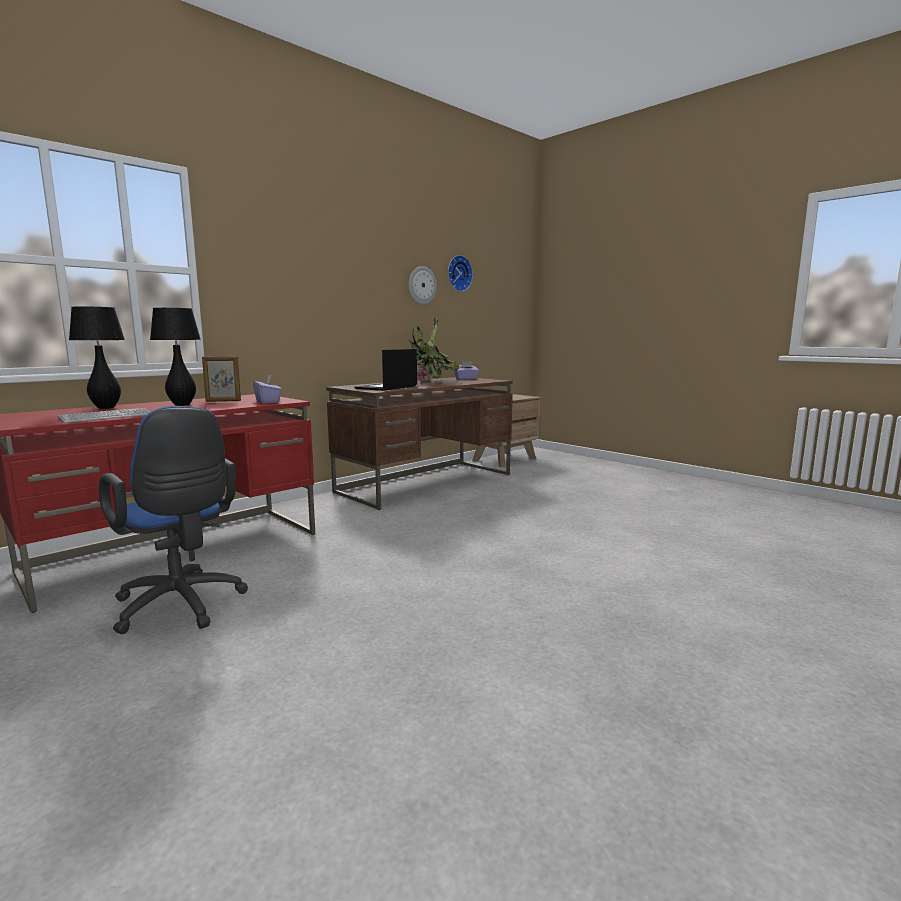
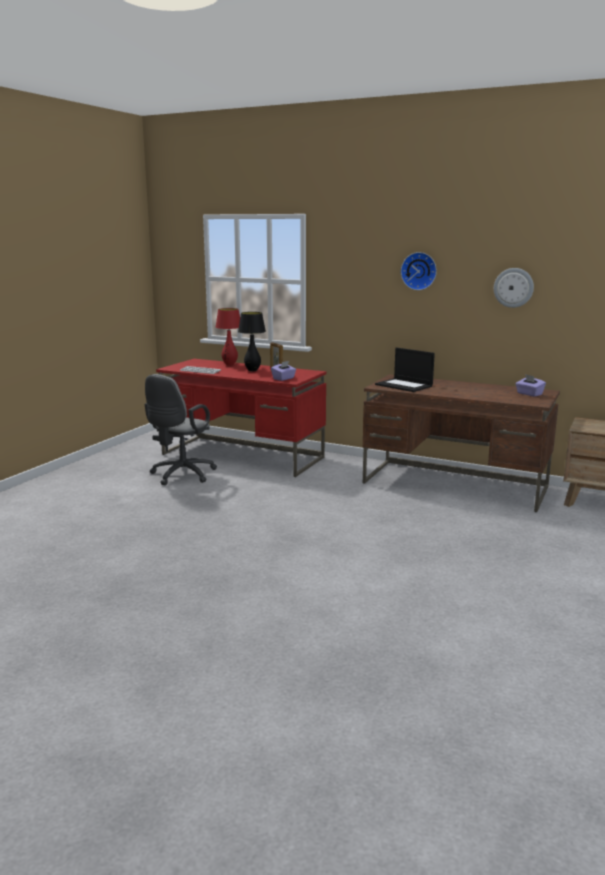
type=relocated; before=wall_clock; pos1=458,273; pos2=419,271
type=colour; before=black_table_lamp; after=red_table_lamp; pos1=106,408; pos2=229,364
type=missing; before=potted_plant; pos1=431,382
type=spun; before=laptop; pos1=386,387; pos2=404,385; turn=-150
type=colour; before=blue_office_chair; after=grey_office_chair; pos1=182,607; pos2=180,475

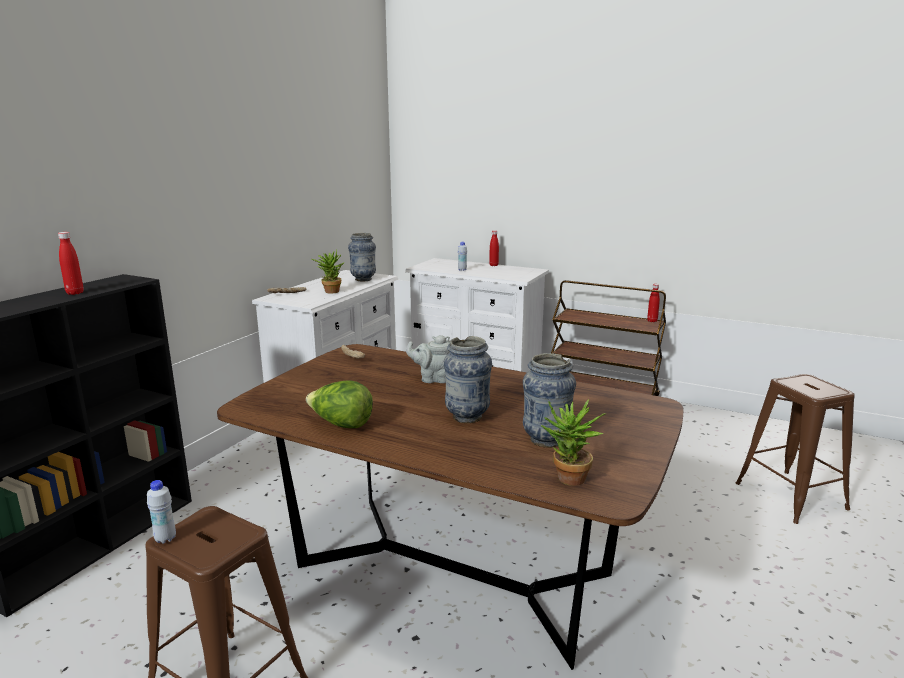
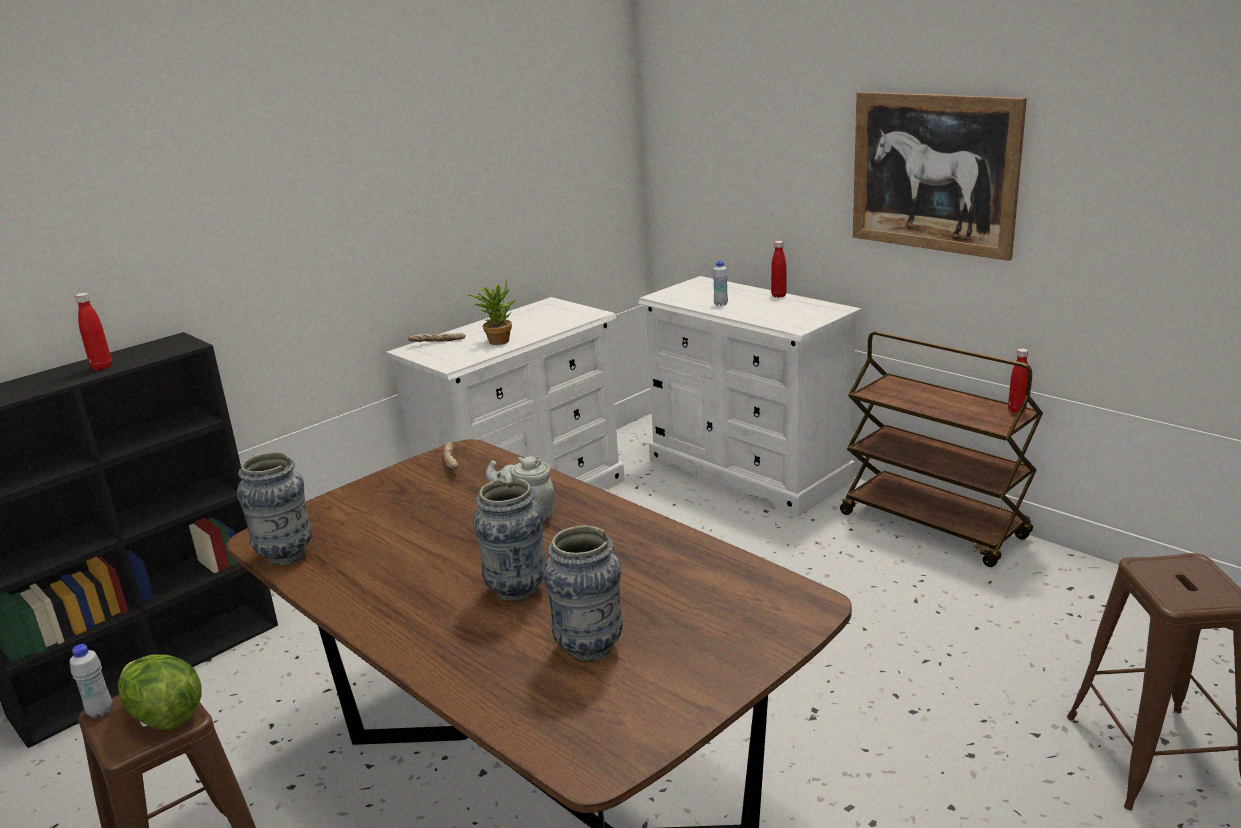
type=relocated; before=vase; pos1=363,279; pos2=285,555
type=relocated; before=lettuce; pos1=341,425; pos2=164,715
type=missing; before=potted_plant; pos1=568,481
type=appeared; after=picture; pos2=933,173

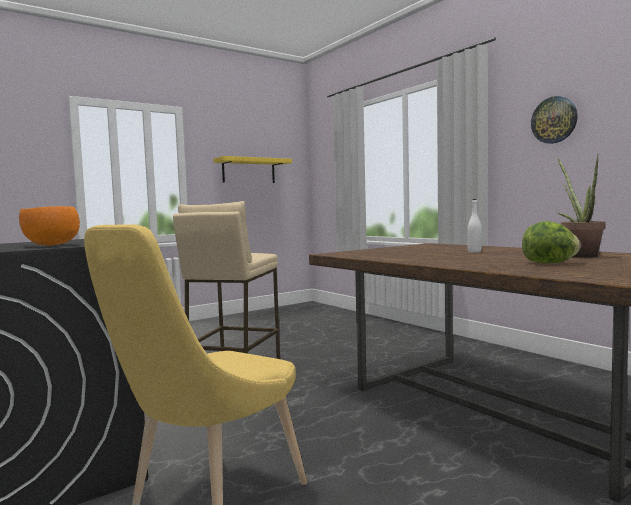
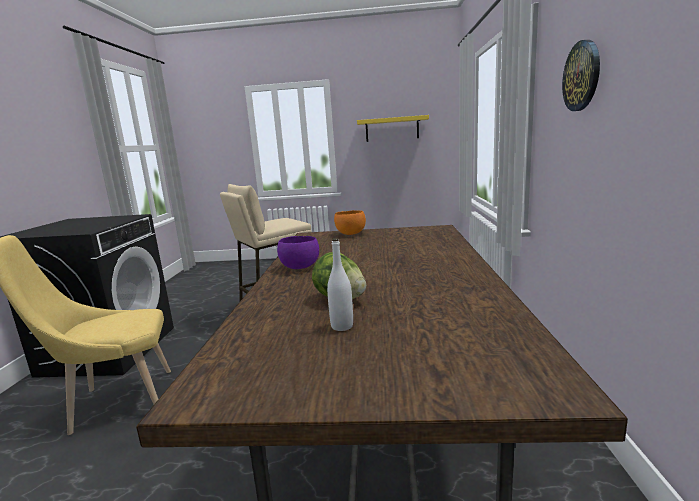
type=missing; before=potted_plant; pos1=578,255
type=relocated; before=white_bottle; pos1=474,251; pos2=342,326
type=relocated; before=orange_bowl; pos1=50,245; pos2=350,234
type=appeared; after=purple_bowl; pos2=299,267

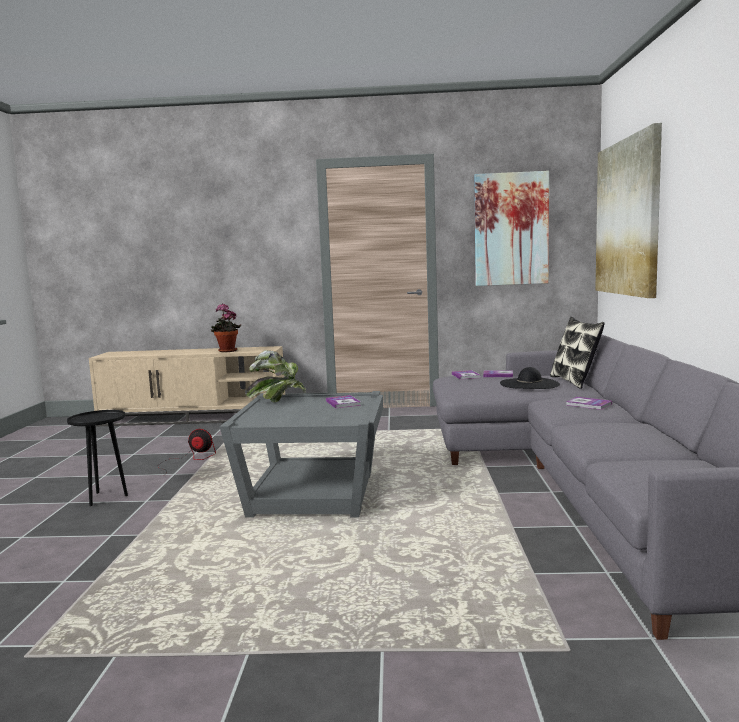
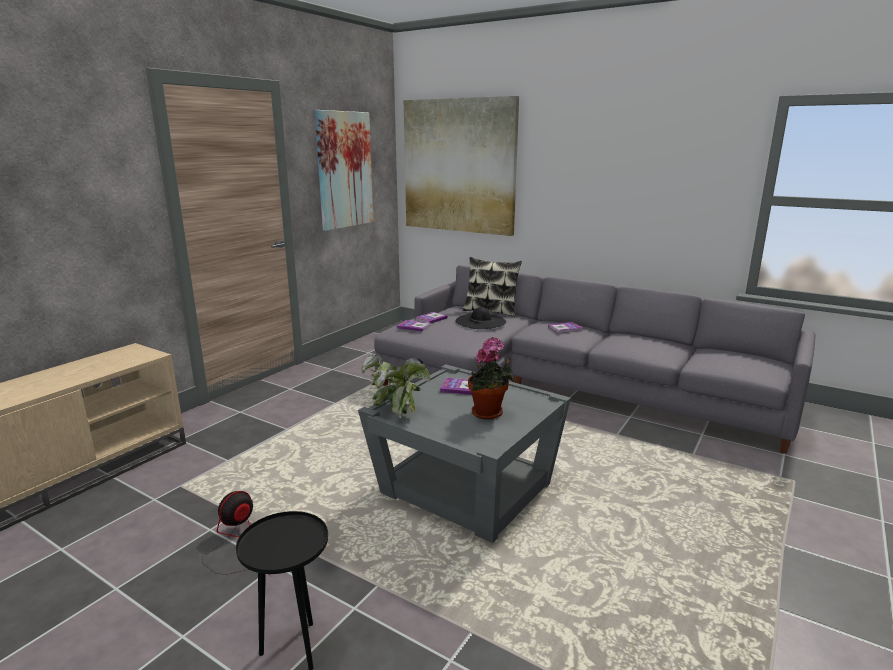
type=relocated; before=potted_plant; pos1=227,351; pos2=489,414

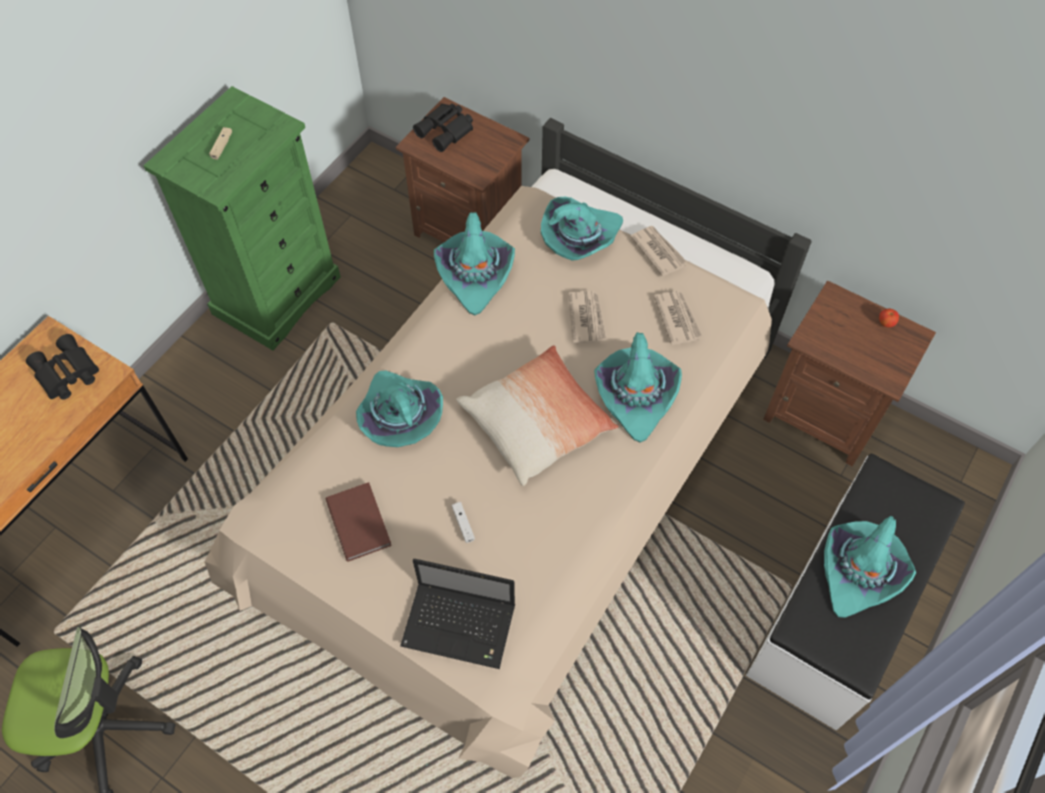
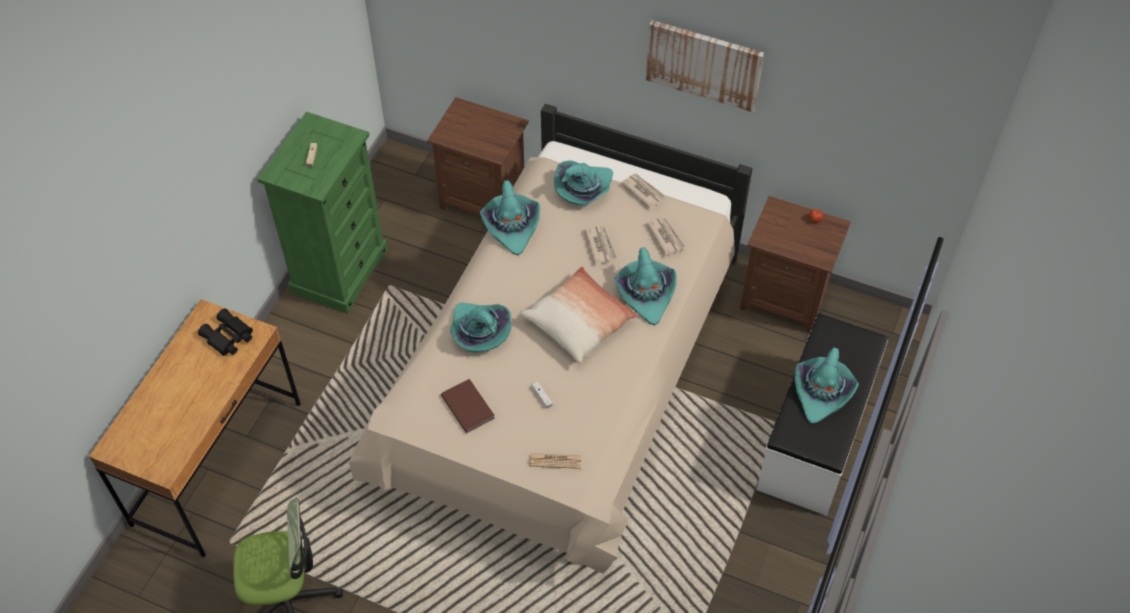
type=missing; before=black_binoculars; pos1=446,131
type=exchanged; before=laptop; after=newspaper; pos1=461,625; pos2=555,461
type=appeared; after=picture; pos2=704,64

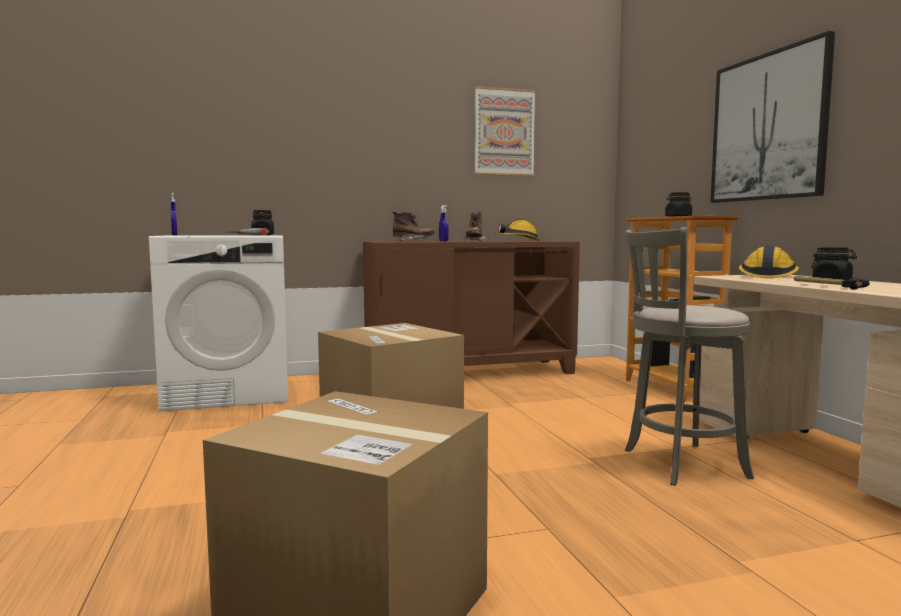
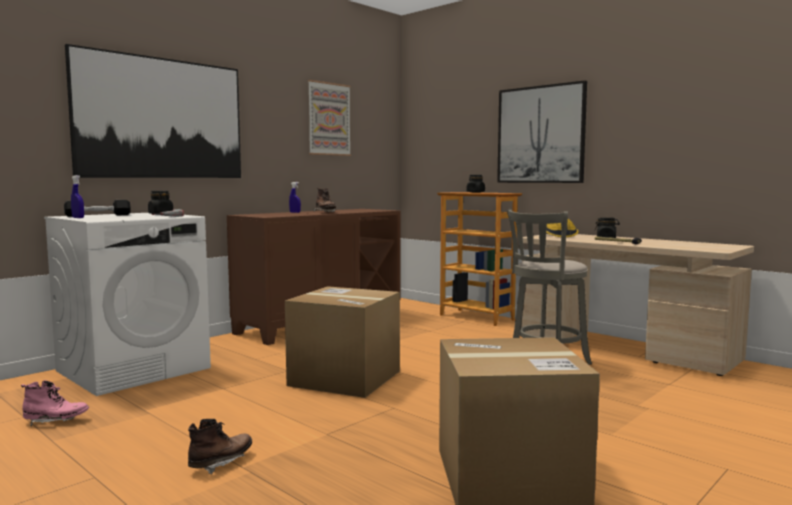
type=relocated; before=brown_boot; pos1=413,241; pos2=221,463
type=missing; before=hard_hat; pos1=518,241
type=appeared; after=picture; pos2=161,118
type=appeared; after=black_dumbbell; pos2=98,215
type=appeared; after=pink_boot; pos2=56,421

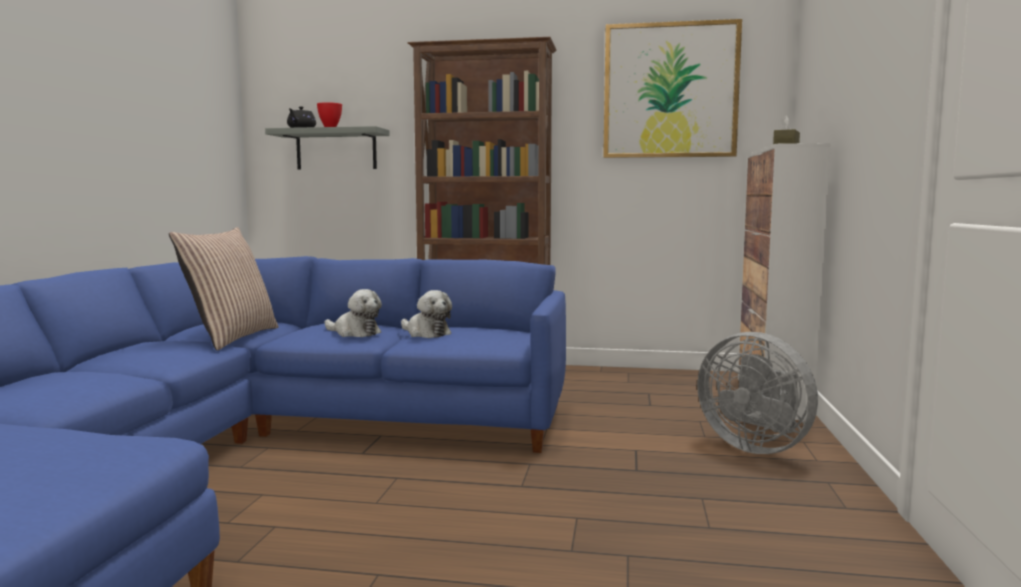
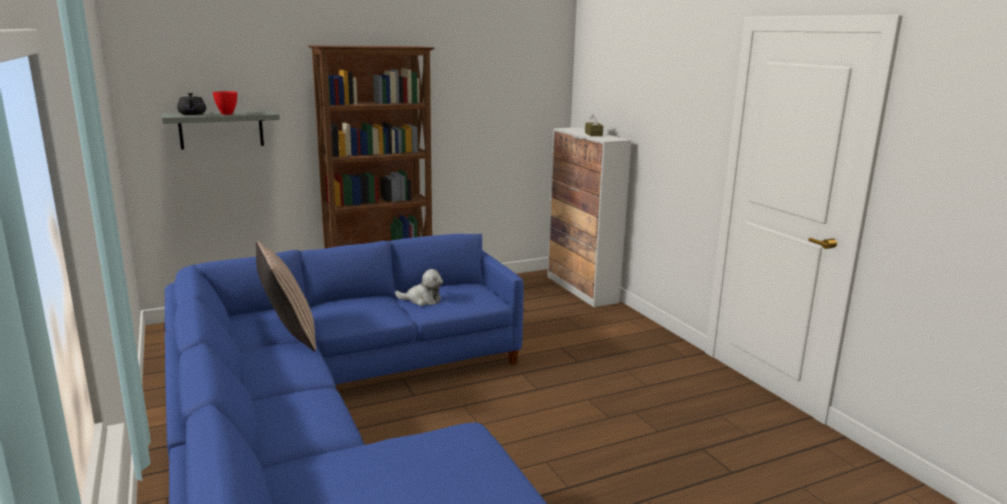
type=missing; before=picture; pos1=670,91
type=missing; before=plush_toy; pos1=354,333
type=missing; before=grey_fan; pos1=755,446

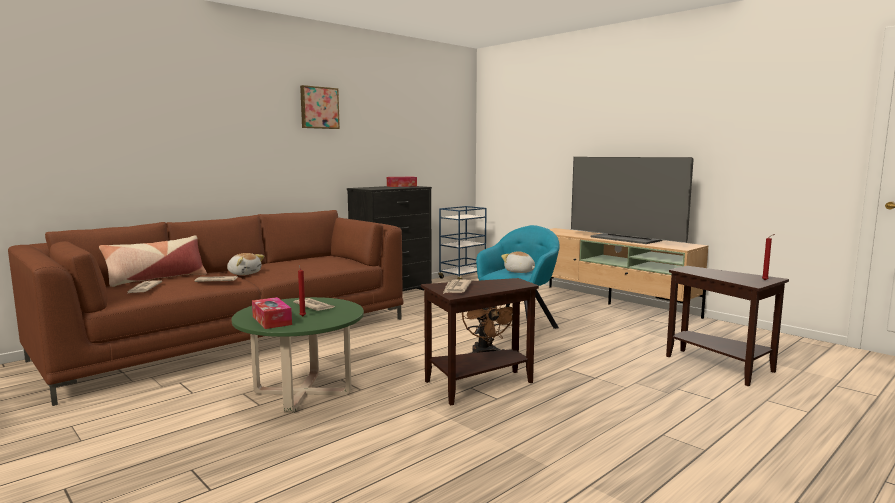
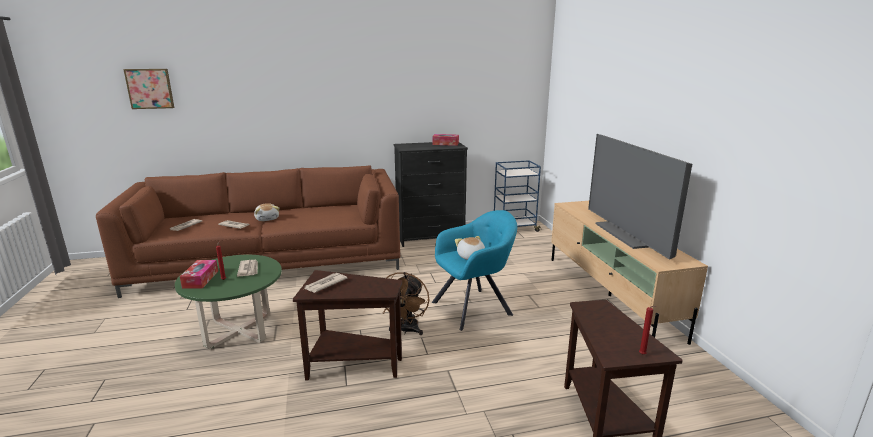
type=relocated; before=picture; pos1=319,108; pos2=150,88
type=missing; before=pillow; pos1=156,279

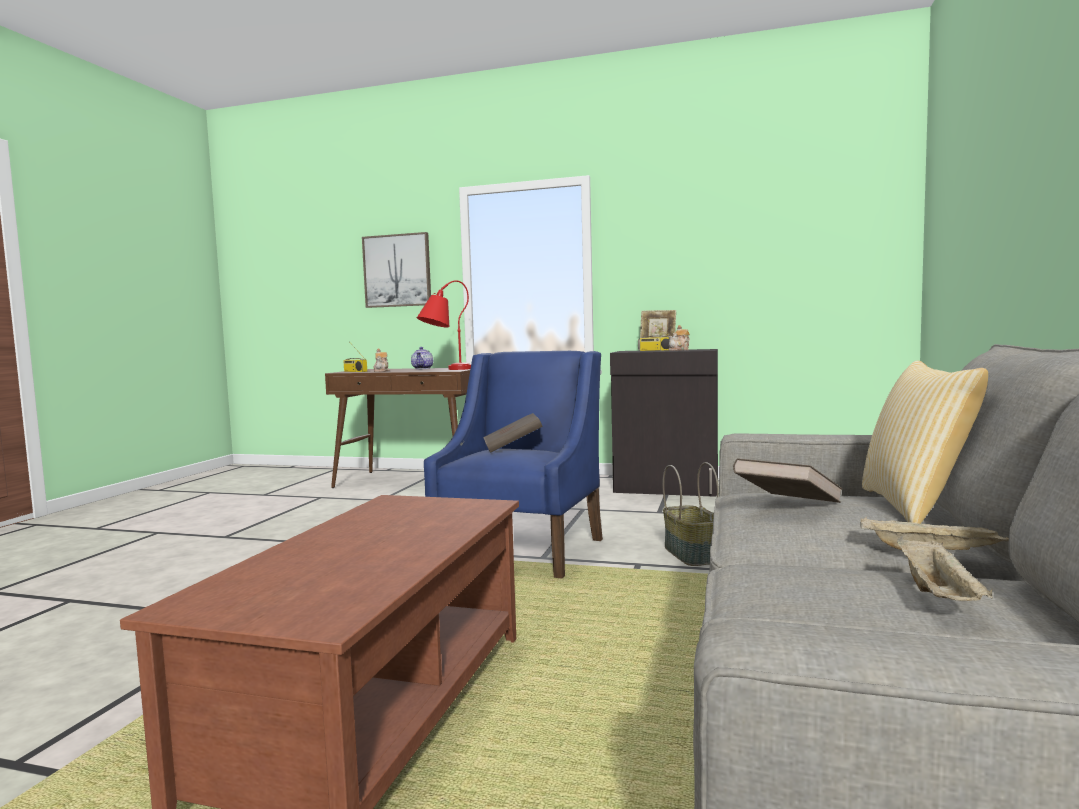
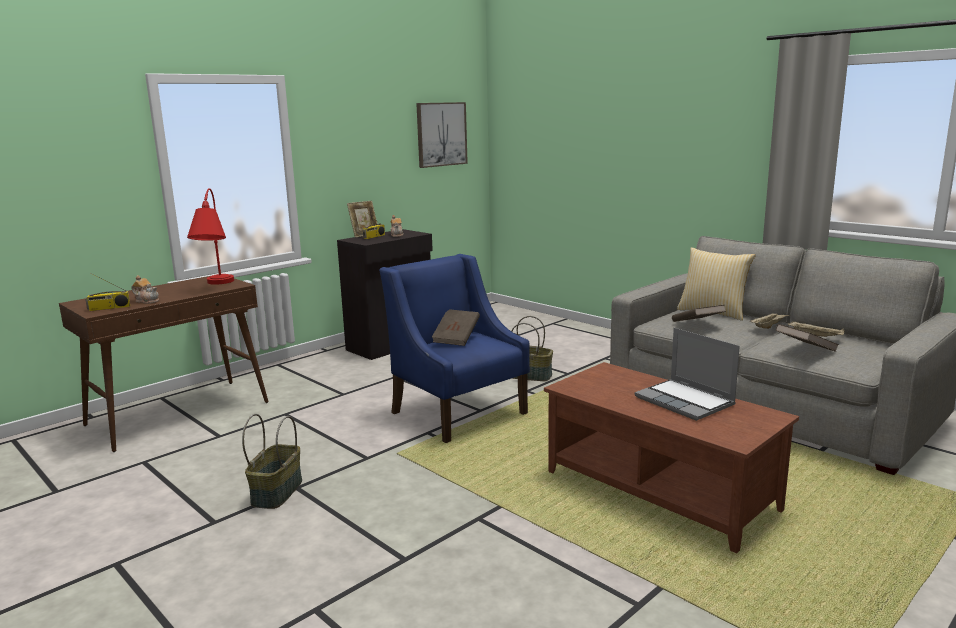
type=relocated; before=picture; pos1=397,270; pos2=441,134
type=missing; before=teapot; pos1=423,368
type=appeared; after=brown_book; pos2=805,350
type=appeared; after=laptop; pos2=686,401
type=appeared; after=basket; pos2=276,492

